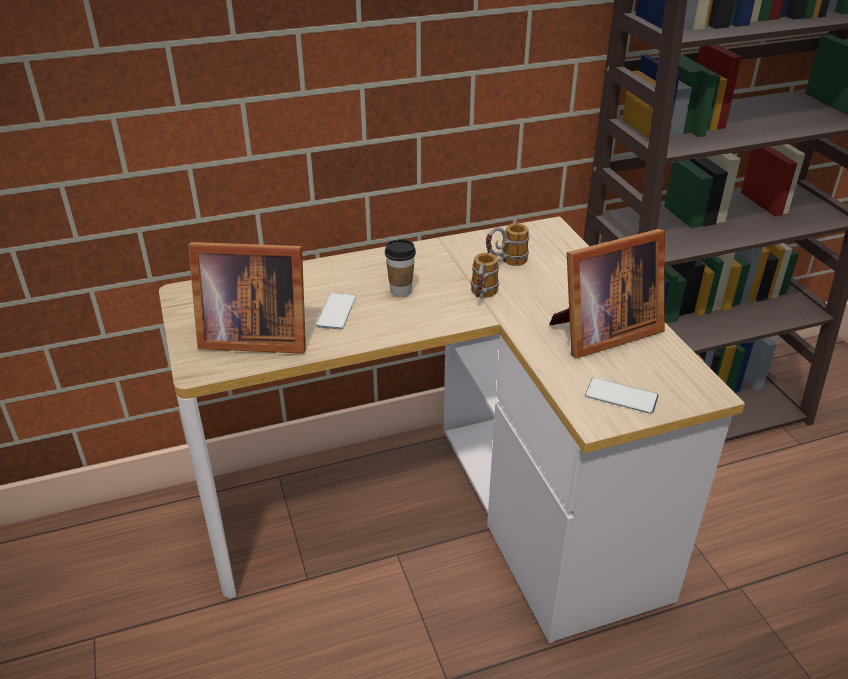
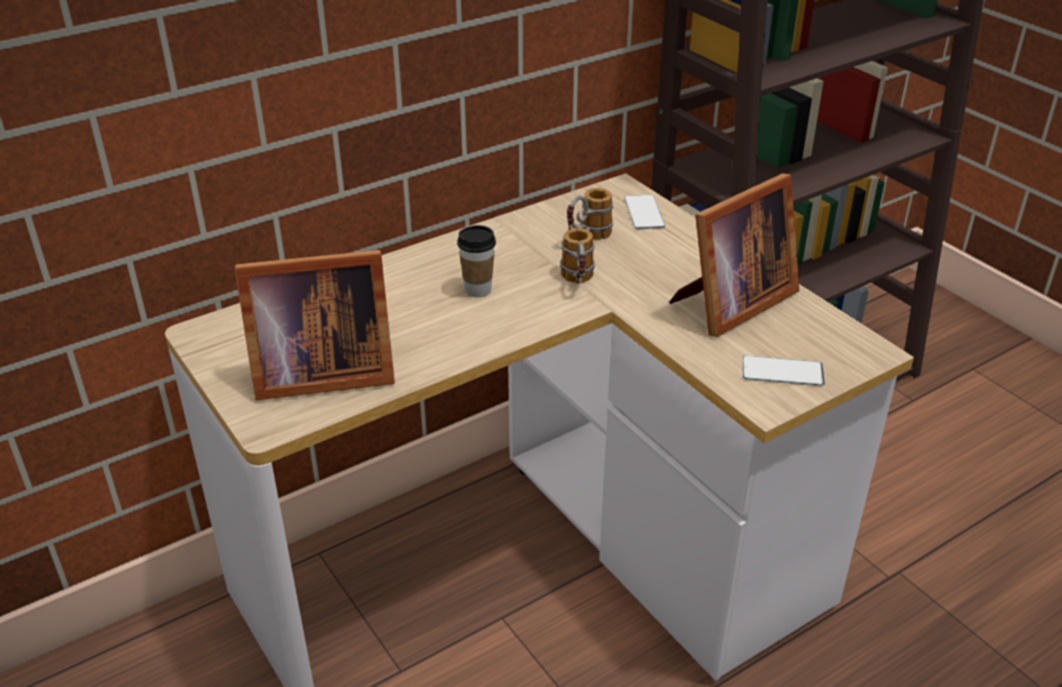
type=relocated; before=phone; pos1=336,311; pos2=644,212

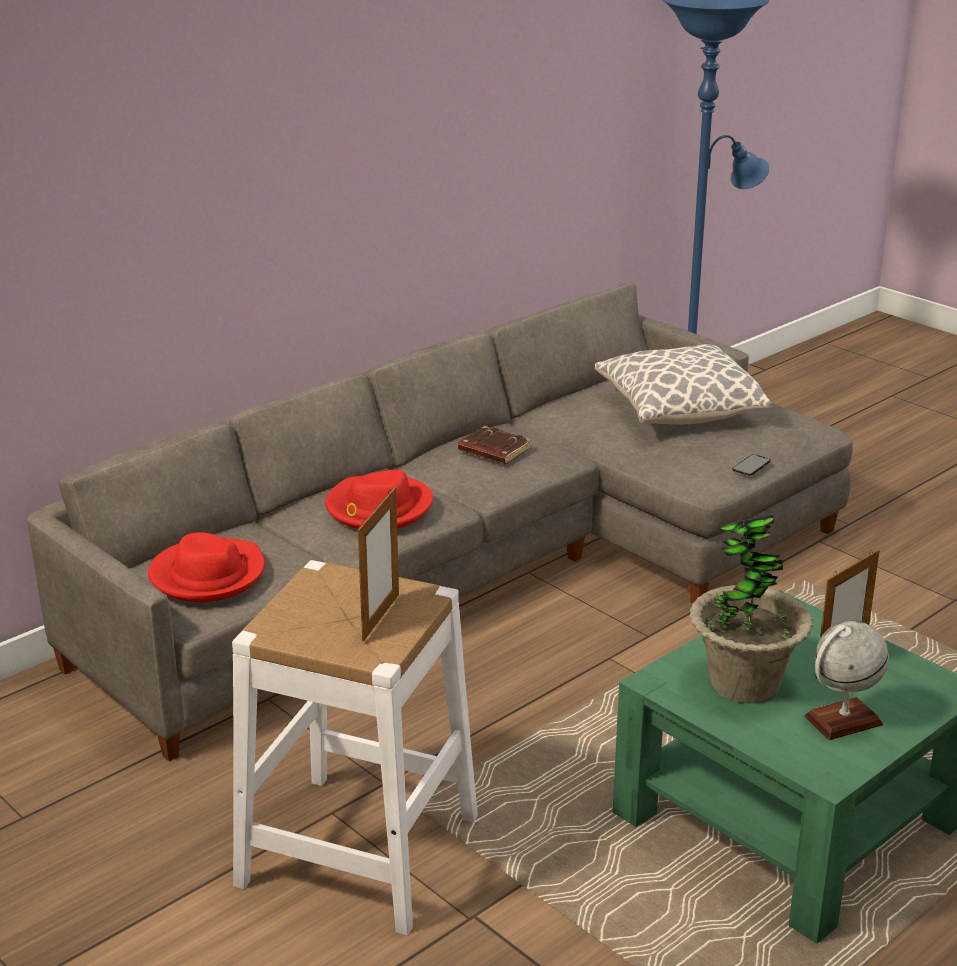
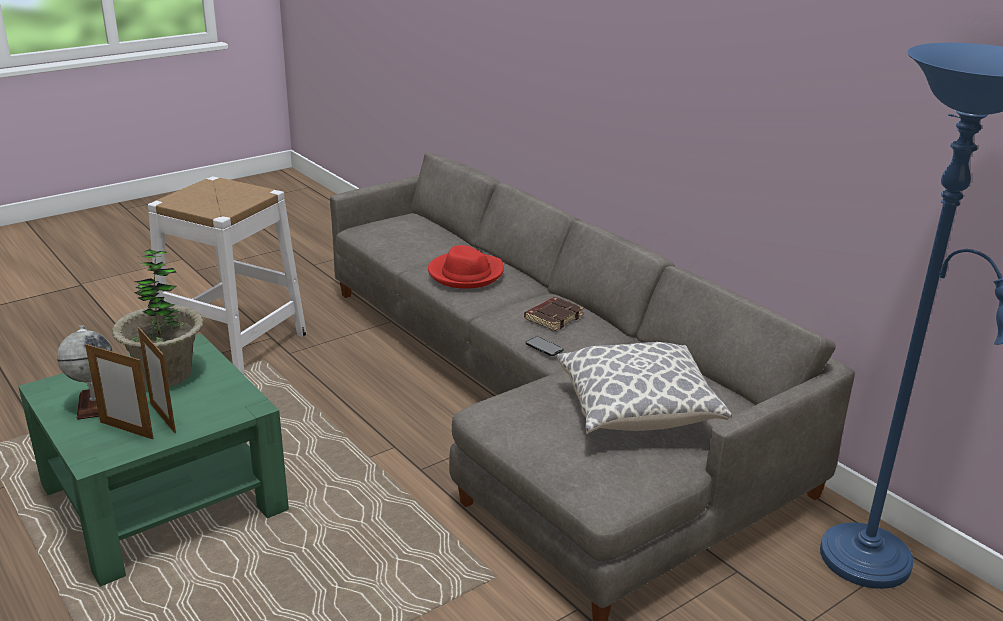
type=relocated; before=phone; pos1=751,465; pos2=544,346
type=relocated; before=picture_frame; pos1=380,617; pos2=126,430
type=missing; before=red_hat; pos1=207,575

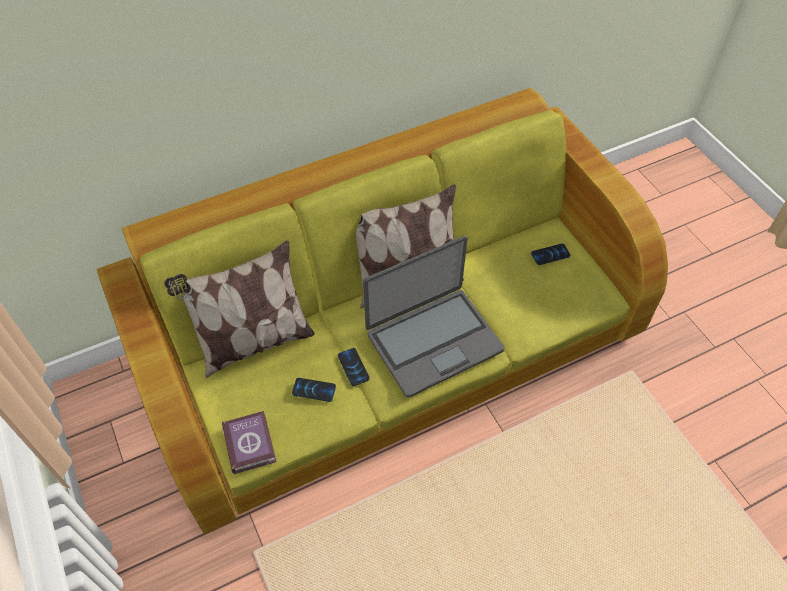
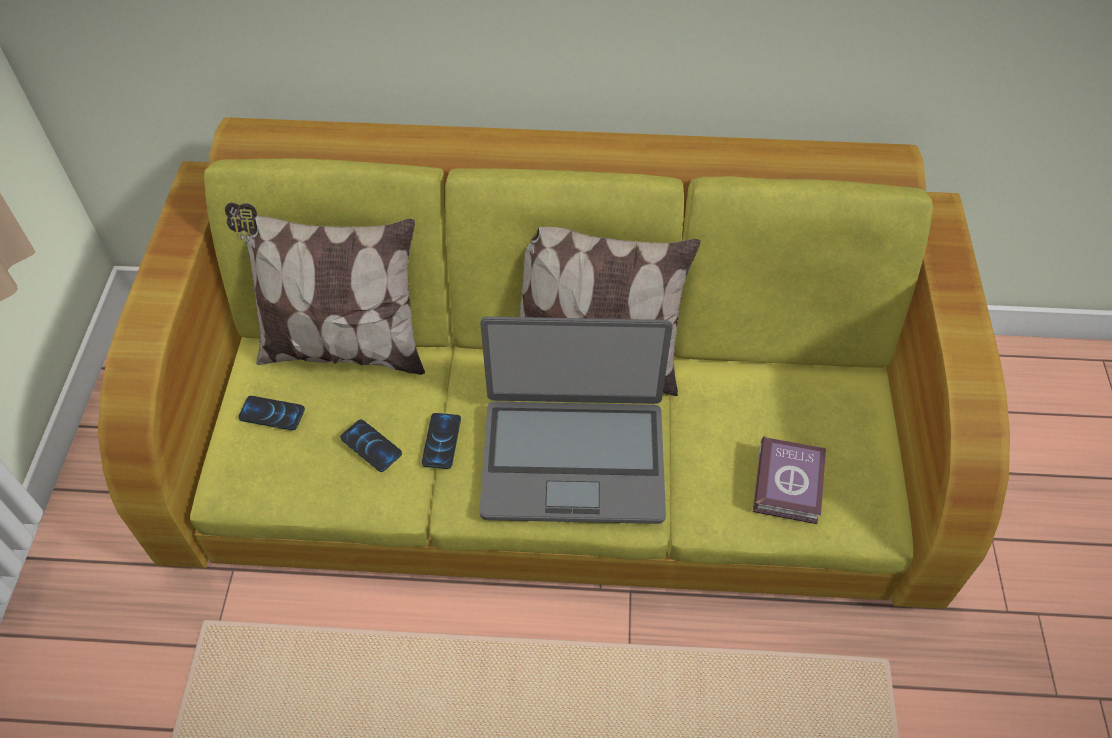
type=relocated; before=phone; pos1=550,255; pos2=272,414
type=relocated; before=book; pos1=250,443; pos2=789,482

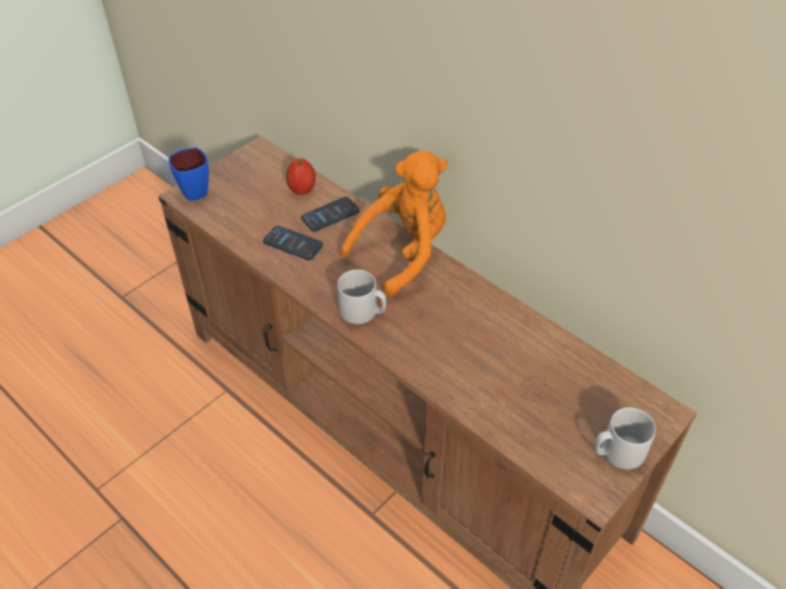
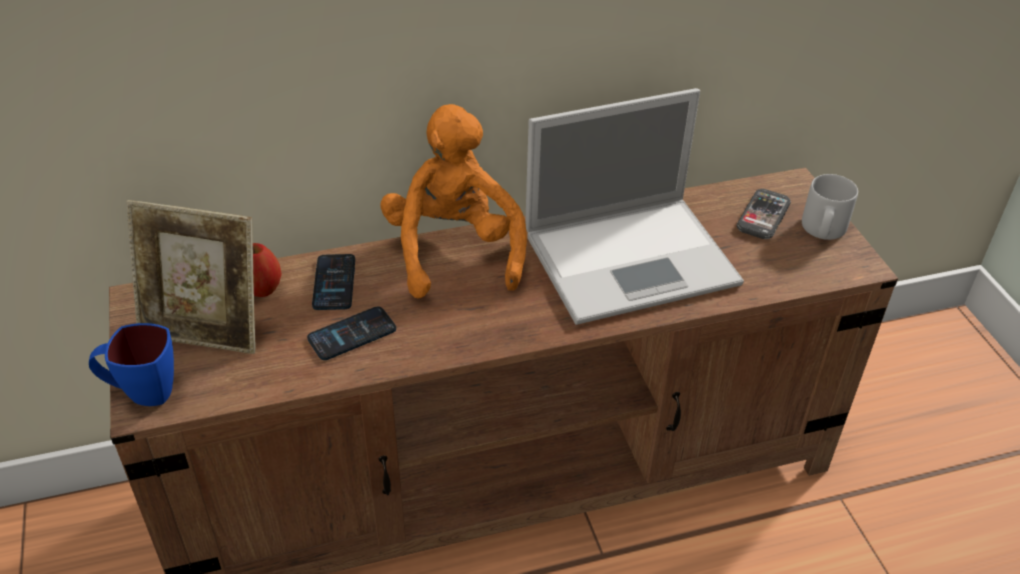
type=missing; before=grey_mug; pos1=363,312
type=appeared; after=laptop; pos2=634,258
type=appeared; after=phone; pos2=763,216
type=appeared; after=picture_frame; pos2=206,329

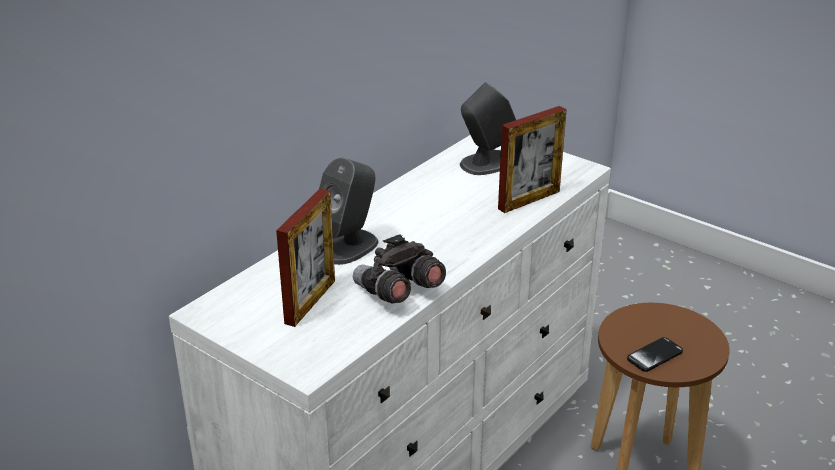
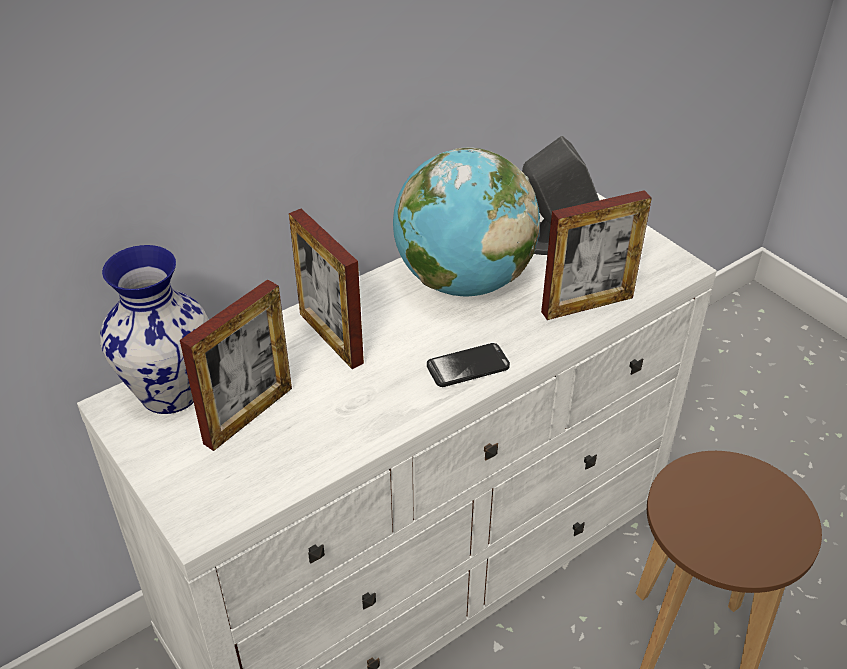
type=exchanged; before=grey_speaker; after=picture_frame; pos1=349,246; pos2=331,338
type=missing; before=grey_binoculars; pos1=398,292
type=relocated; before=phone; pos1=654,355; pos2=468,366
type=appeared; after=globe; pos2=463,281
type=appeared; after=vase; pos2=172,392

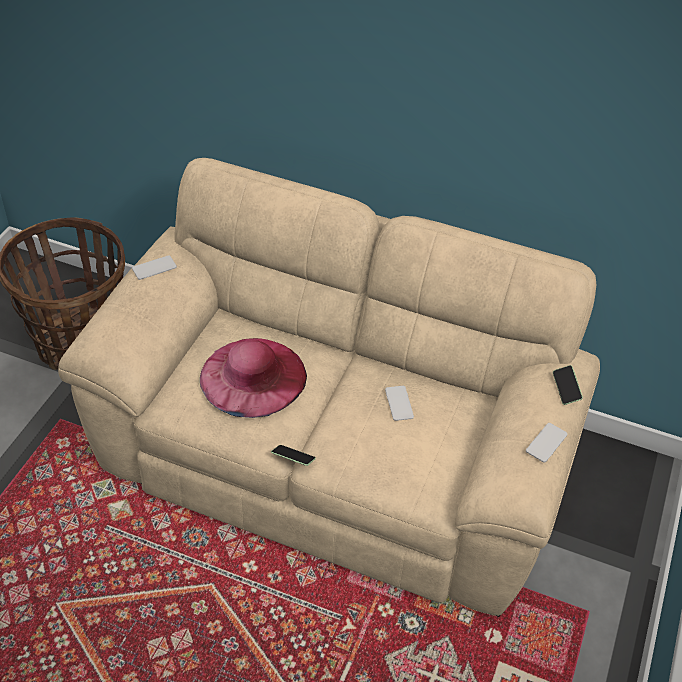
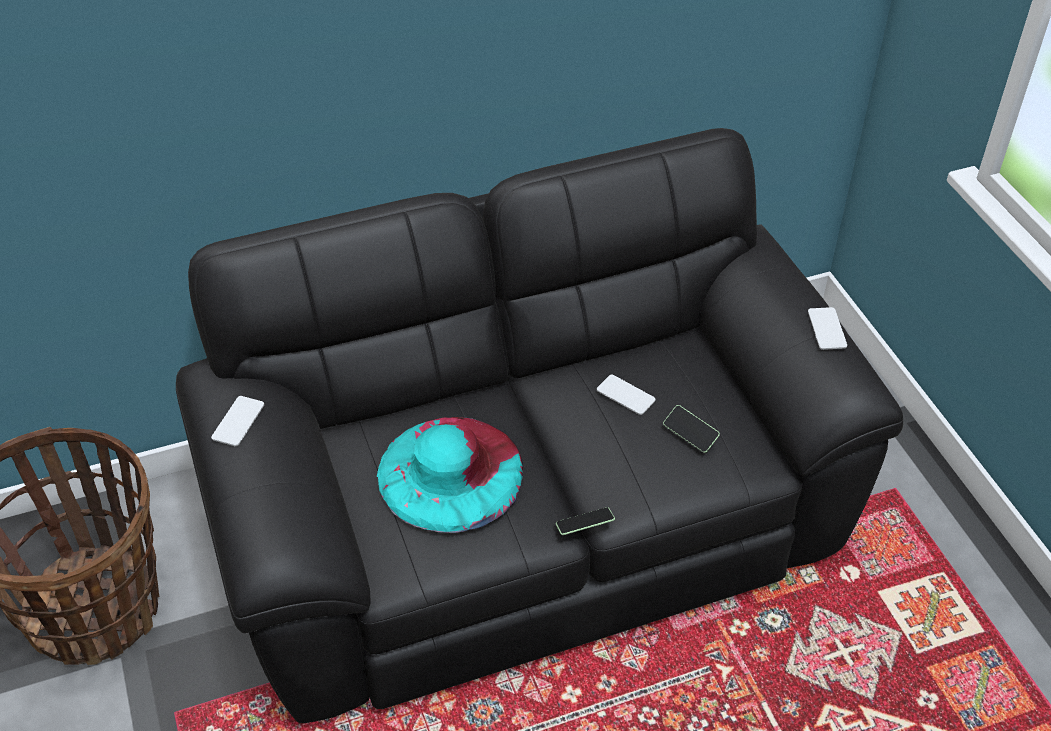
type=colour; before=beige_sofa; after=black_sofa; pos1=335,454; pos2=526,517
type=colour; before=pink_hat; after=turquoise_hat; pos1=253,376; pos2=451,472
type=relocated; before=phone; pos1=566,389; pos2=690,434

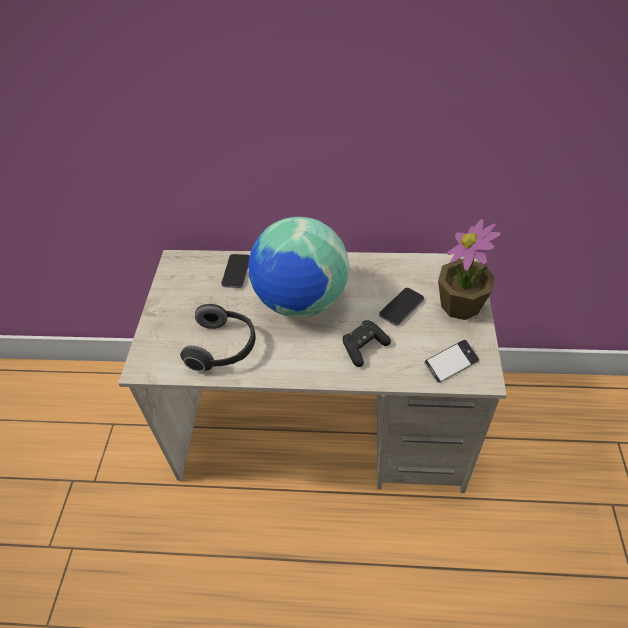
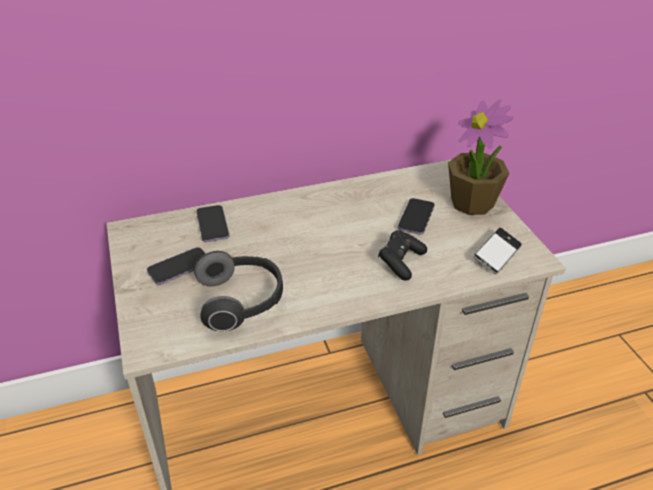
type=missing; before=globe; pos1=301,301
type=appeared; after=phone; pos2=179,268

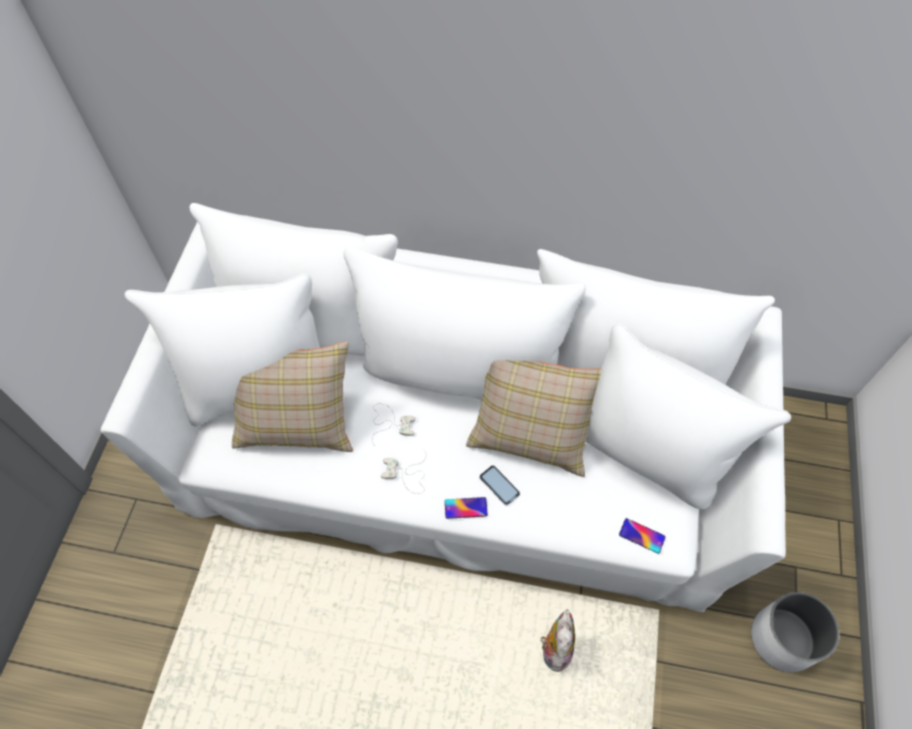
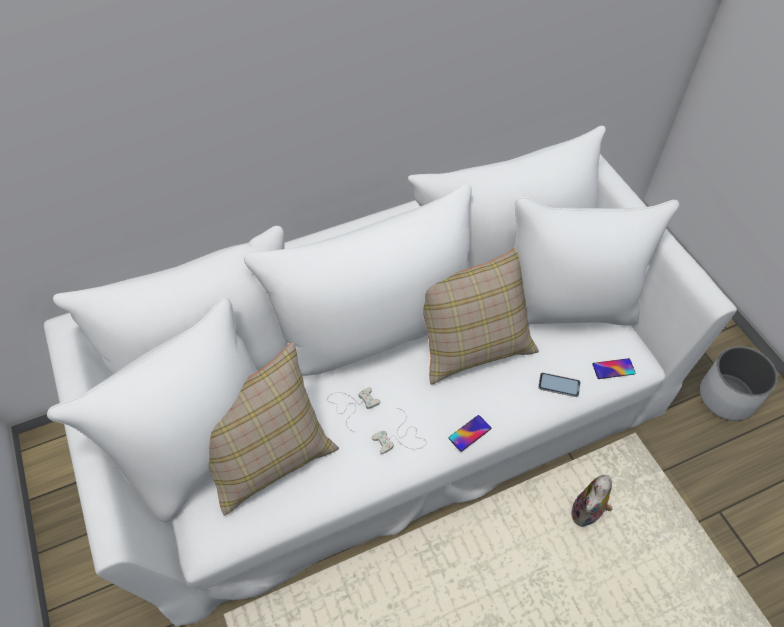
type=relocated; before=phone; pos1=499,485; pos2=559,385
type=spun; before=plush_toy; pos1=554,648; pos2=587,514; turn=-120

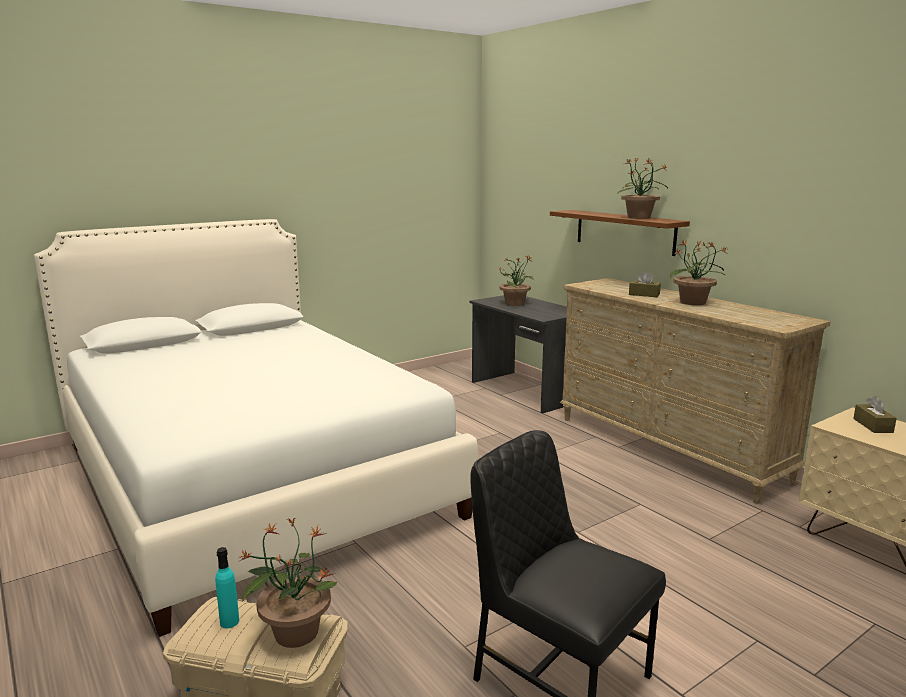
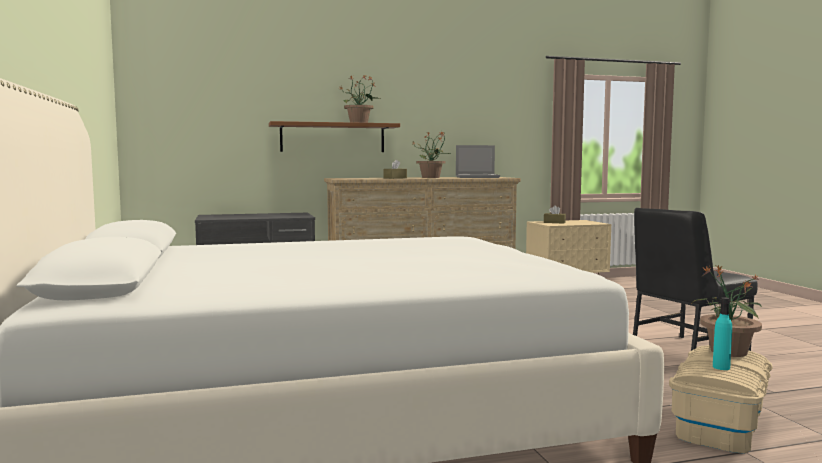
type=missing; before=potted_plant; pos1=515,303
type=appeared; after=laptop; pos2=477,177

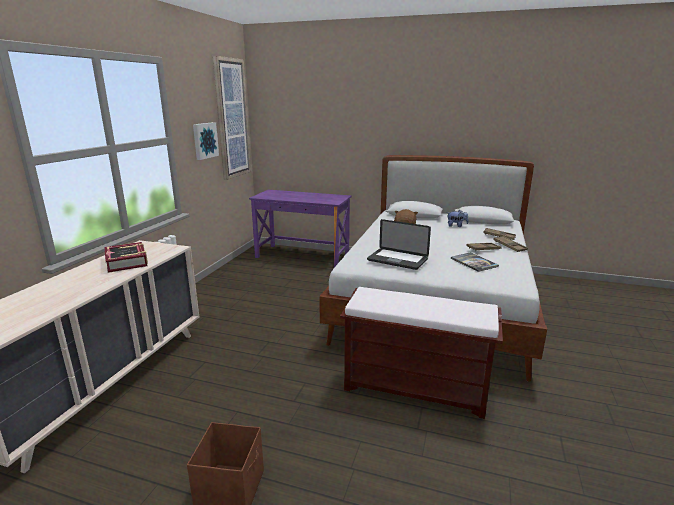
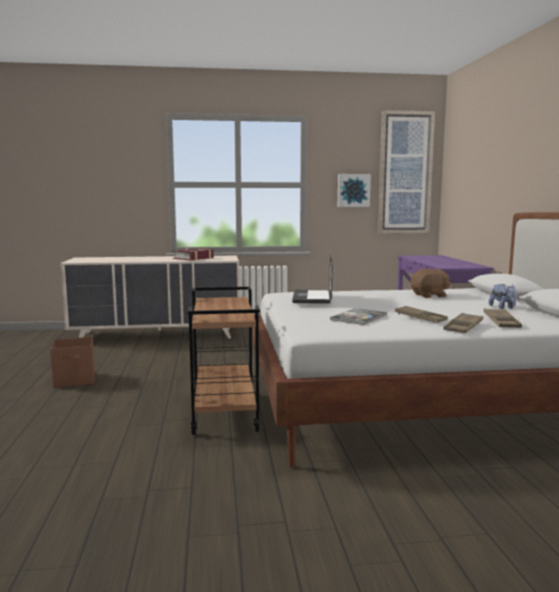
type=exchanged; before=brown_bench; after=brown_cart; pos1=416,388; pos2=225,413

